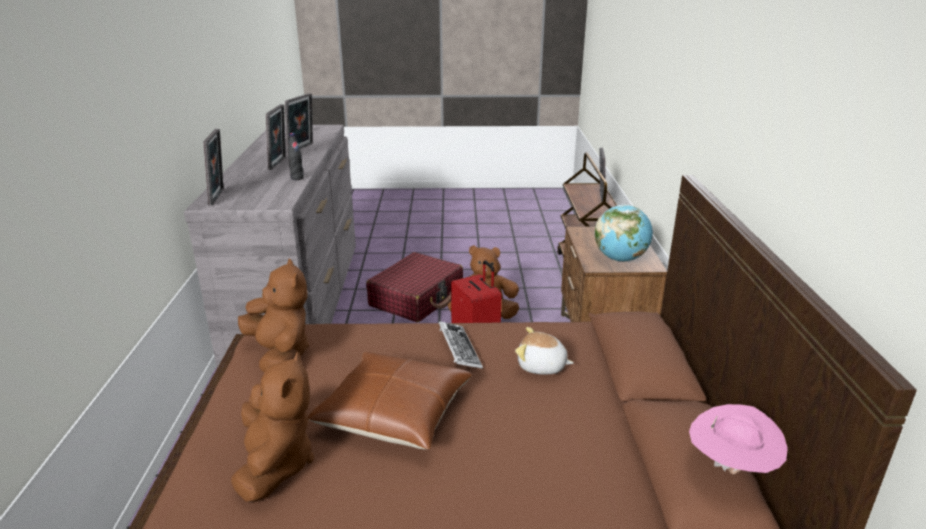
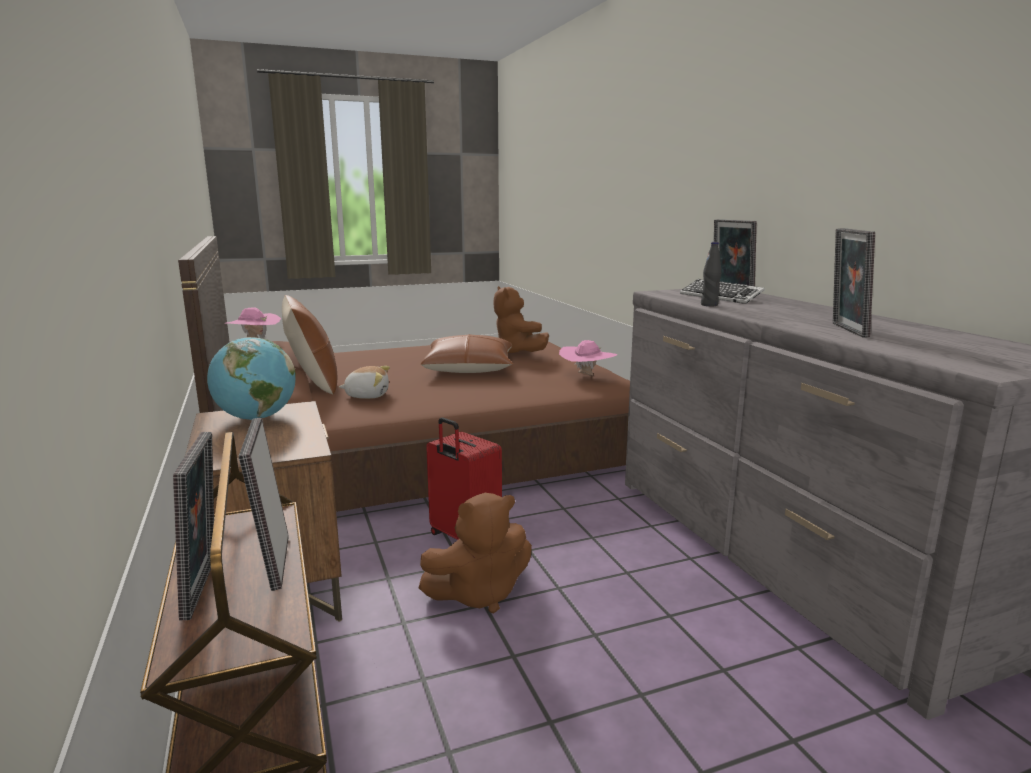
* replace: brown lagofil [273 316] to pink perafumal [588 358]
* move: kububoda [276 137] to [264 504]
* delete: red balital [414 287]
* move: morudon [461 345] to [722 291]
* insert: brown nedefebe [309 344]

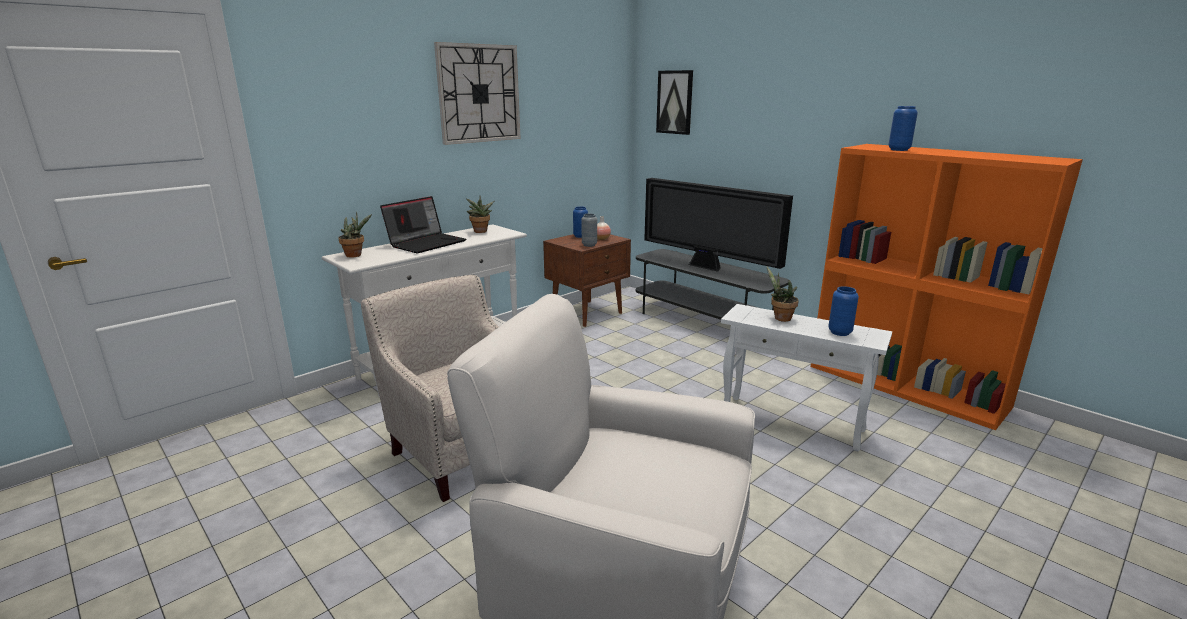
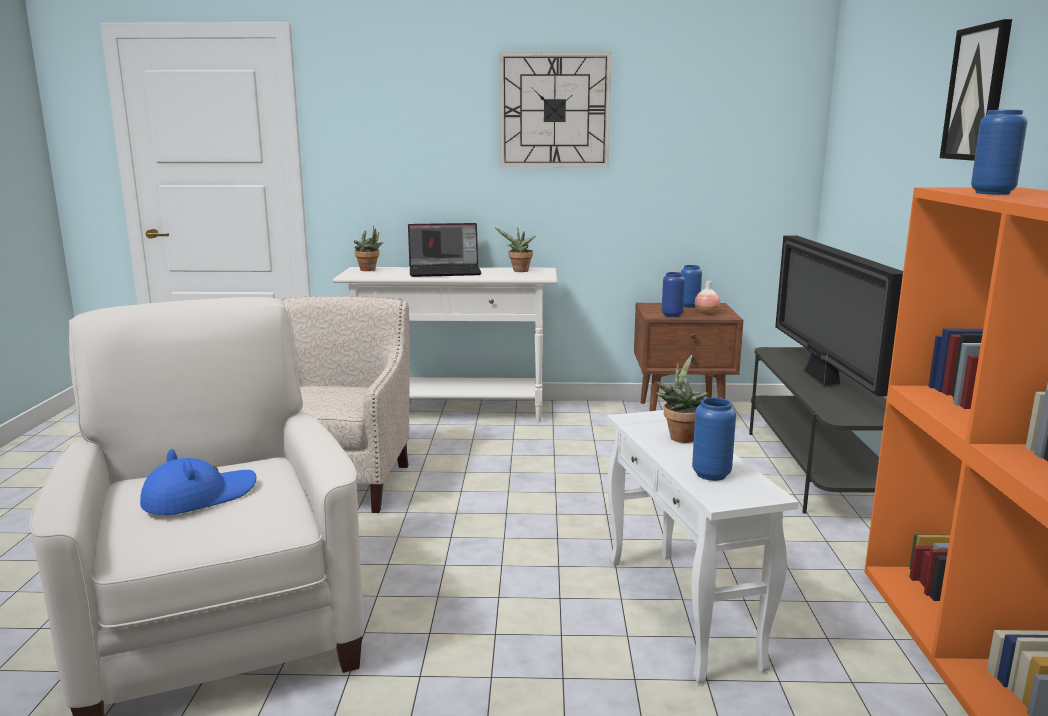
* recolor: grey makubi [589 230] to blue makubi [673 294]
* move: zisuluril [674 102] to [976 90]
* insert: blue perafumal [198 482]

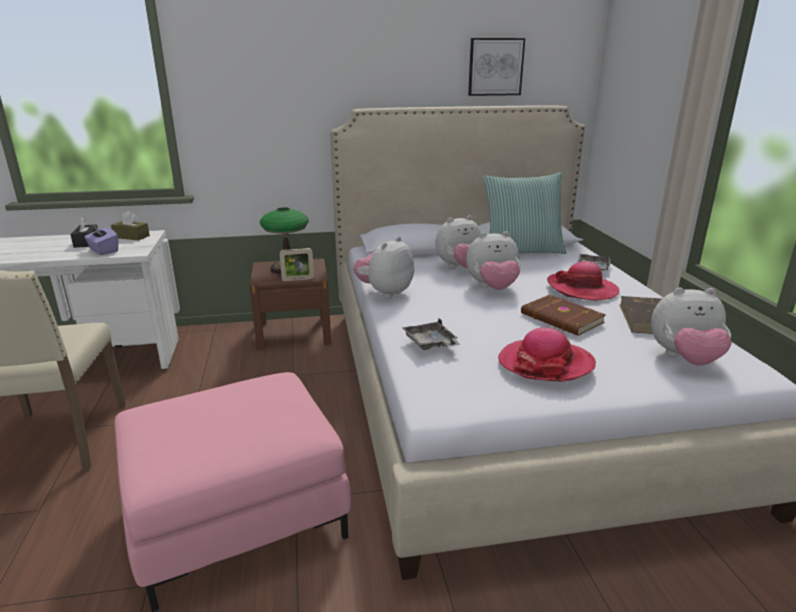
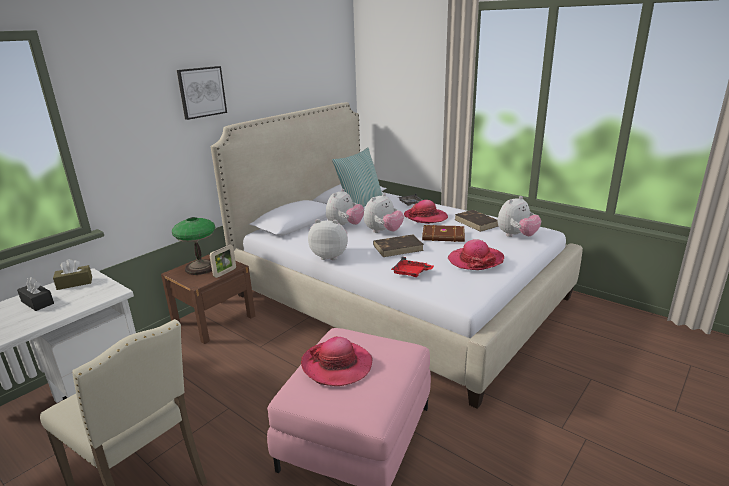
* delete: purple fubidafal [101 240]
* rotate: lagofil [383 267] = [328 239] 105 degrees clockwise
* recolor: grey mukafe [431 334] to red mukafe [412 267]
* move: zisuluril [496 67] to [202 93]
* insert: perafumal [337 361]
* insert: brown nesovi [398 245]

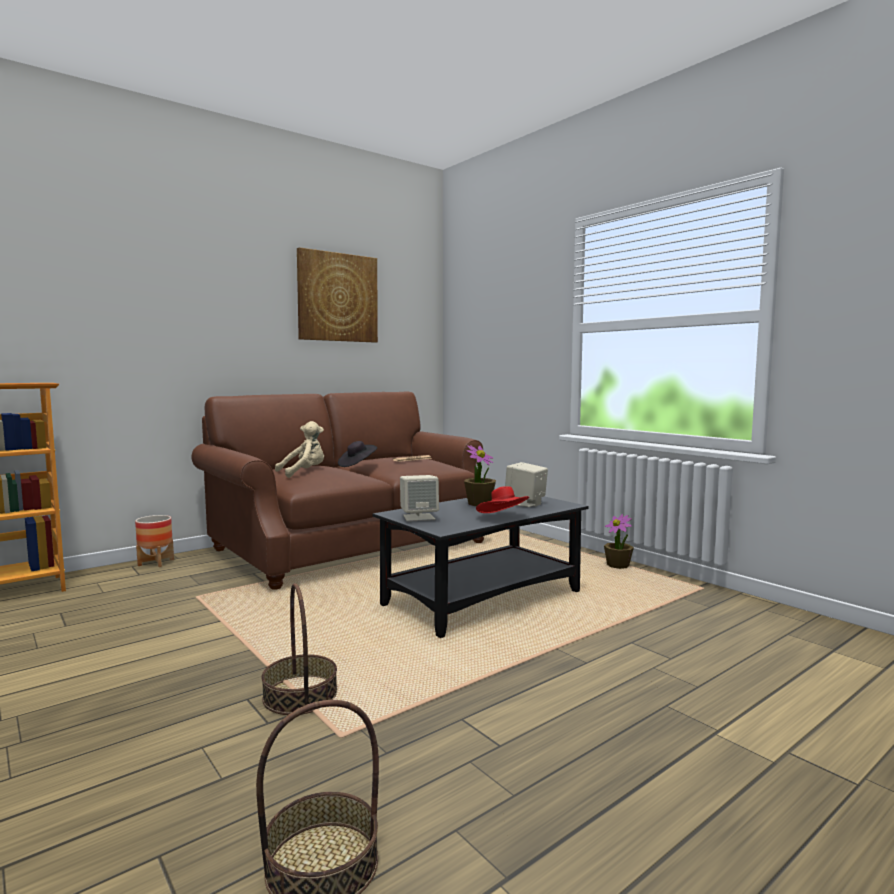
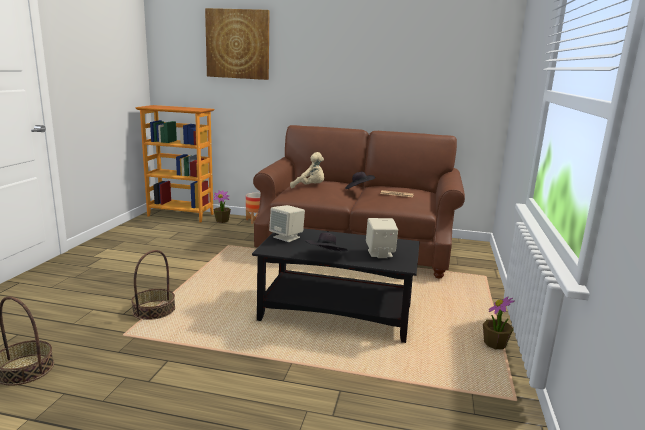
* move: zisuluril [337 294] to [237 44]
* move: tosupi [480 475] to [222 206]
* recolor: red perafumal [502 499] to black perafumal [326 242]

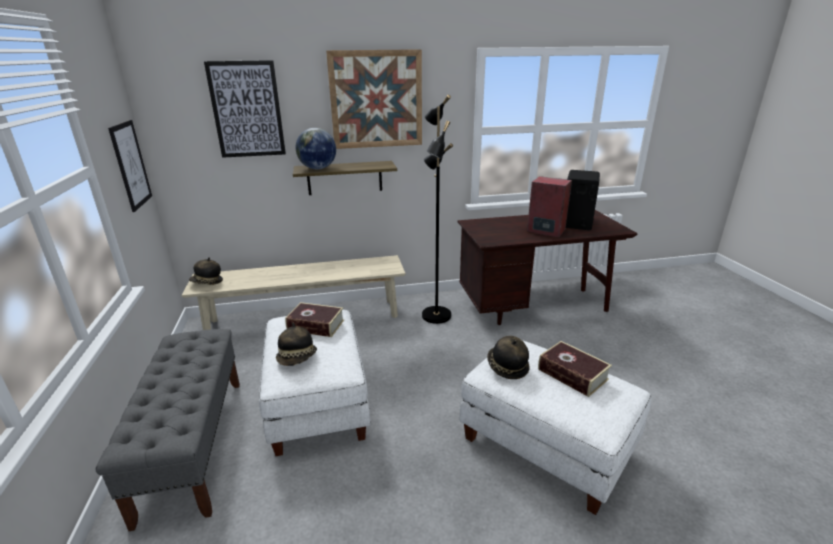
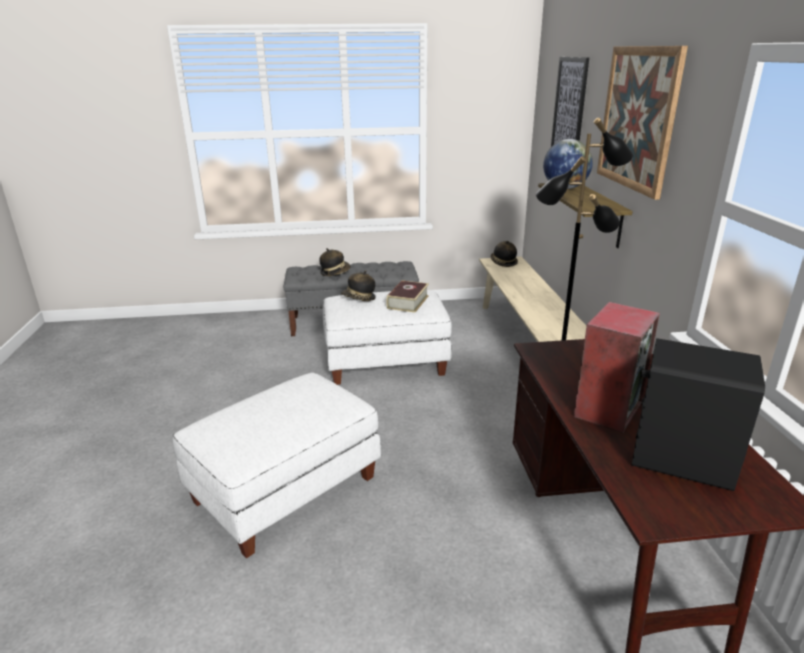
* delete: zisuluril [130 166]
* move: perafumal [508 357] to [335 262]
* delete: nesovi [575 369]

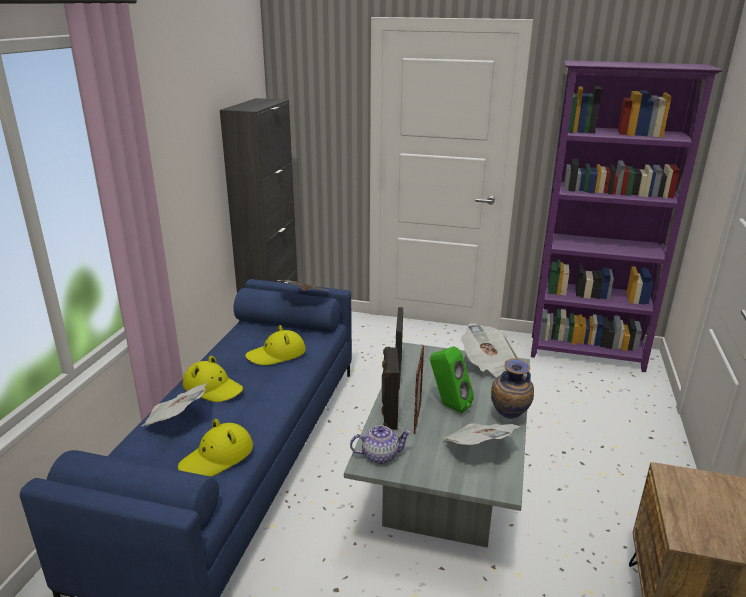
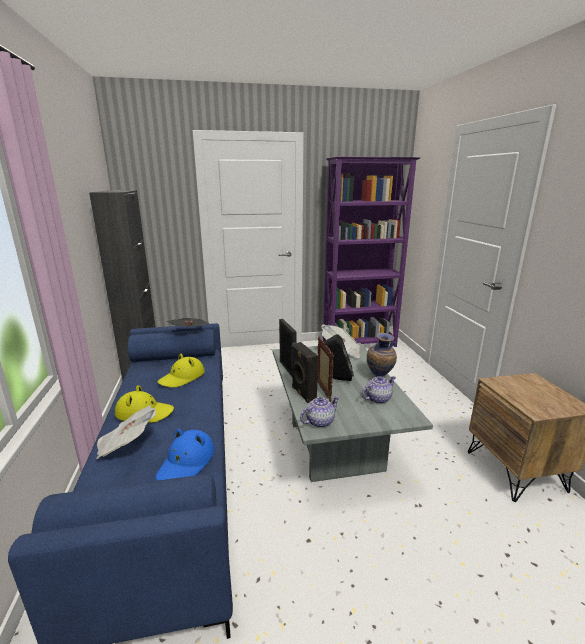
* recolor: yellow perafumal [215 448] to blue perafumal [185 455]
* recolor: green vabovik [452 379] to black vabovik [339 357]
* replace: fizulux [482 434] to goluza [379 390]

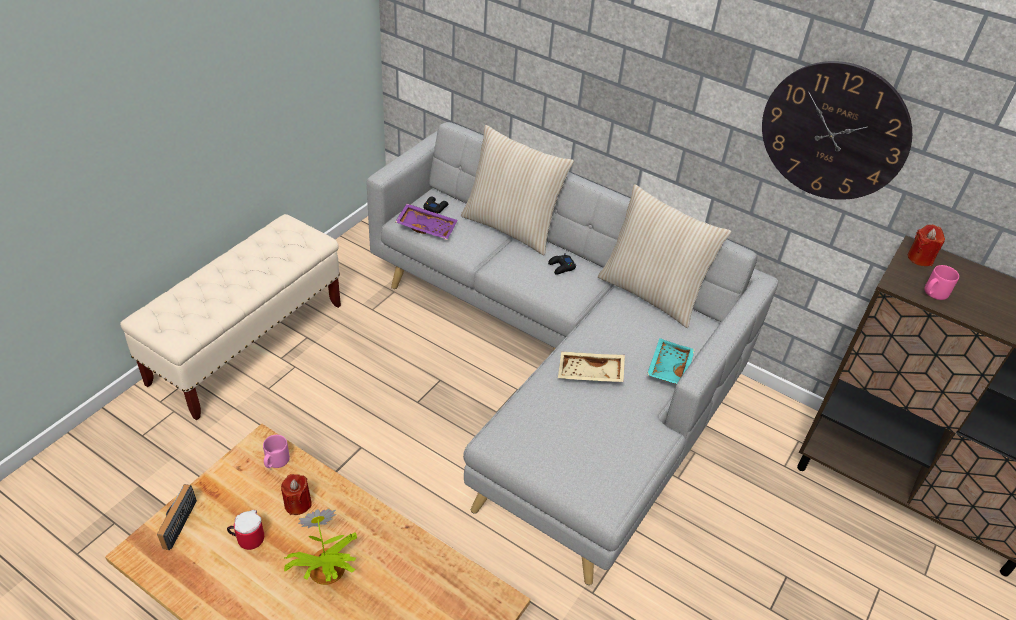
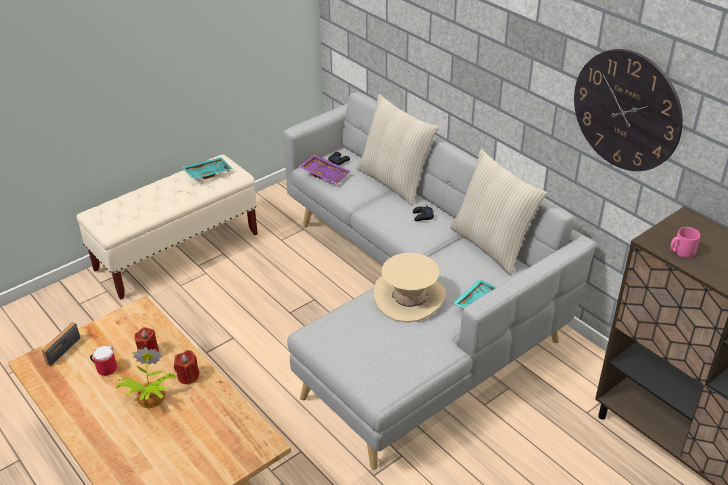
* delete: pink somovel [276 451]
* replace: beige mukafe [591 367] to beige perafumal [409 288]
* move: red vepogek [926 245] to [187 367]
* insert: turquoise mukafe [207 168]

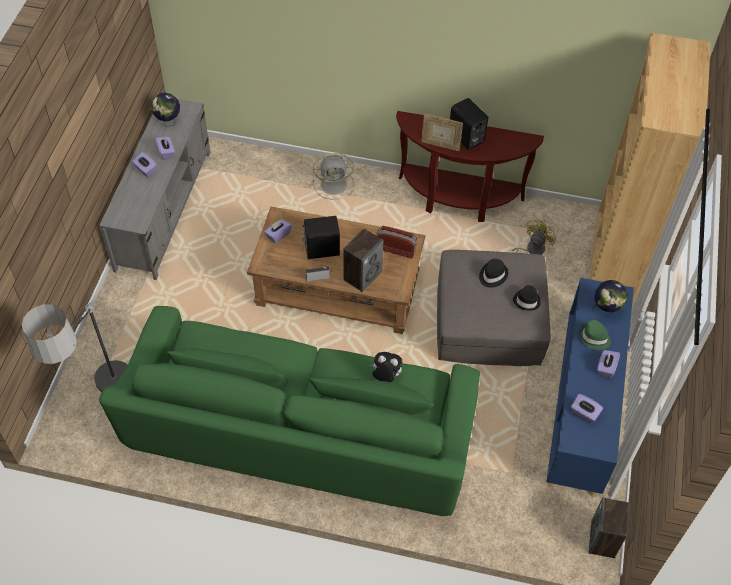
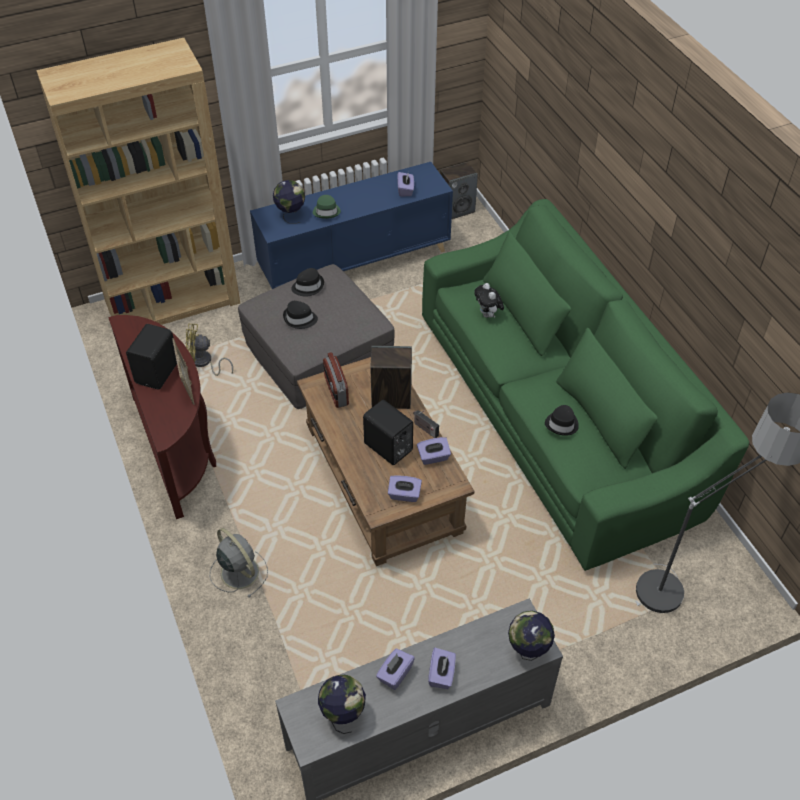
* move: purple fubidafal [608 364] to [434 451]
* insert: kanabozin [531 636]
* insert: black perafumal [562 420]

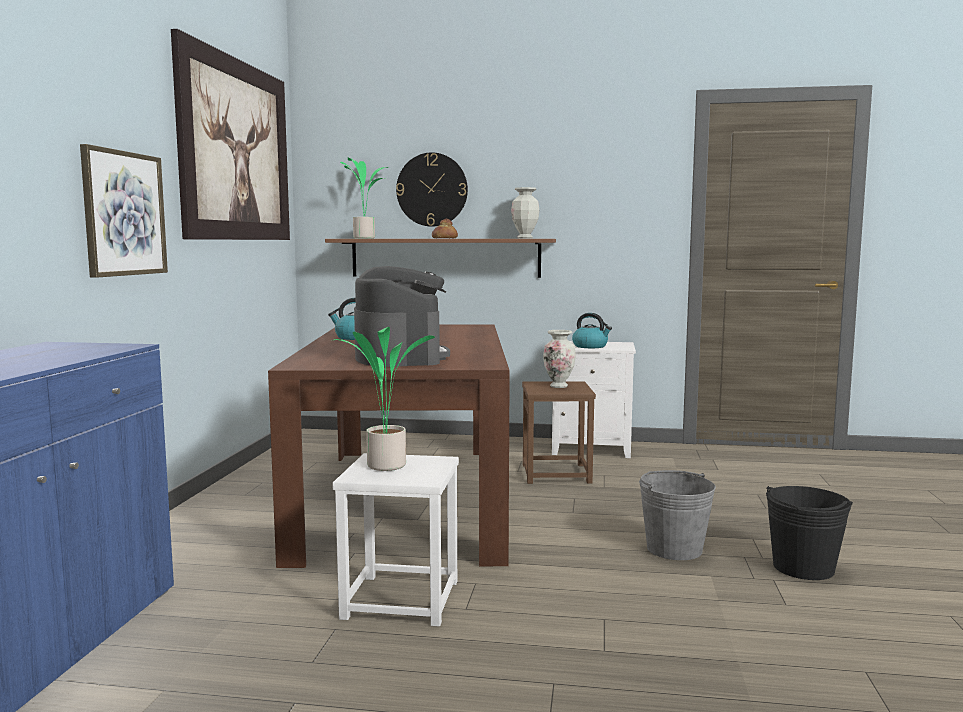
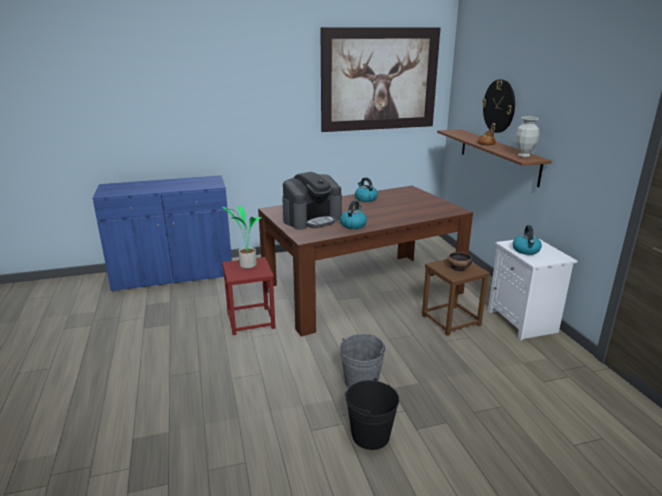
* delete: zisuluril [124 211]
* recolor: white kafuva [395 540] to red kafuva [249 296]
* delete: tosupi [364 198]
* replace: makubi [559 359] to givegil [460 261]
* insert: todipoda [353 215]

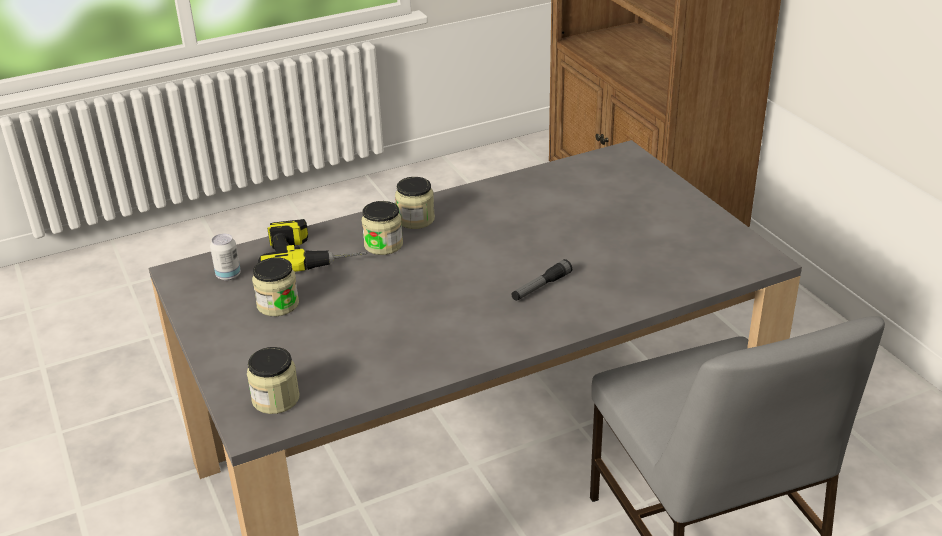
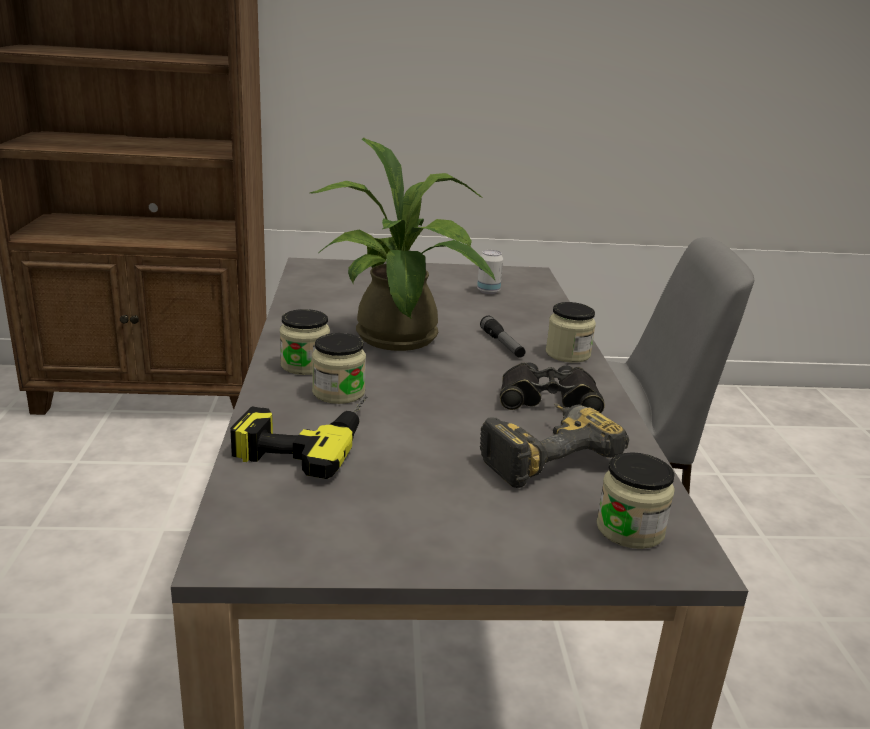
* move: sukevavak [225 257] to [490 272]
* move: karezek [275 286] to [571 332]
* insert: tosupi [402 244]
* insert: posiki [554 445]
* insert: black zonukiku [552 388]

